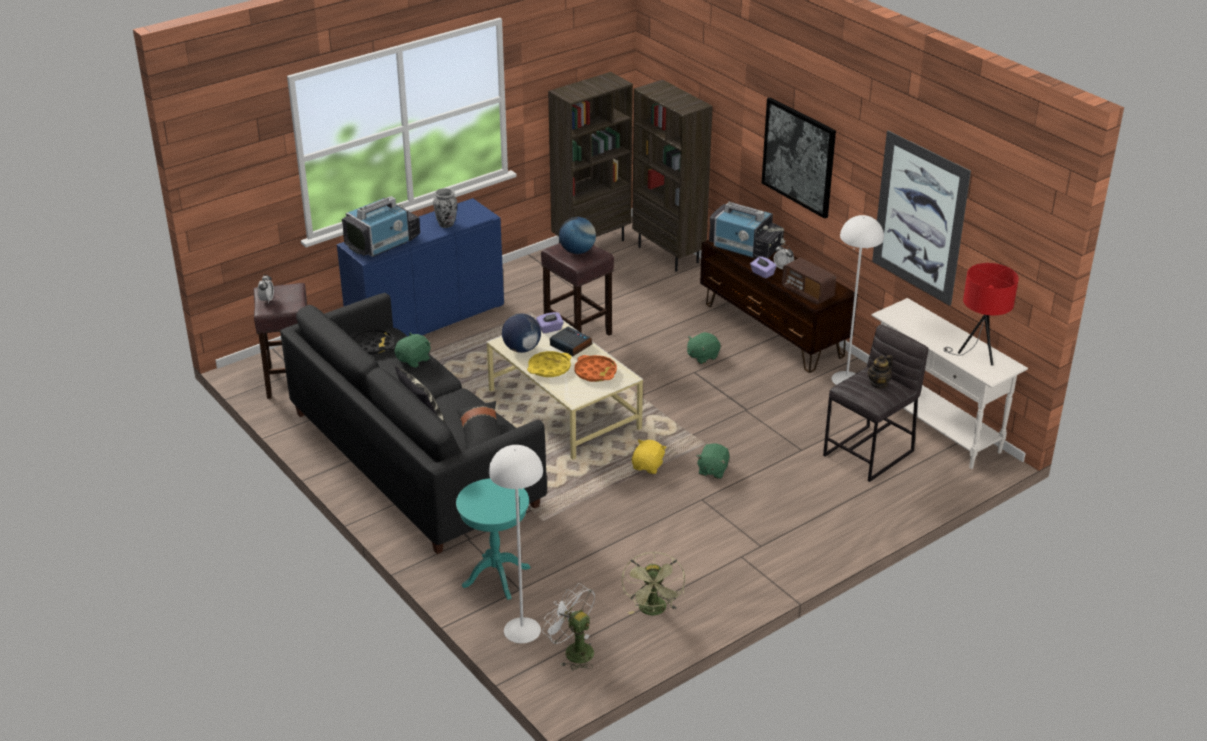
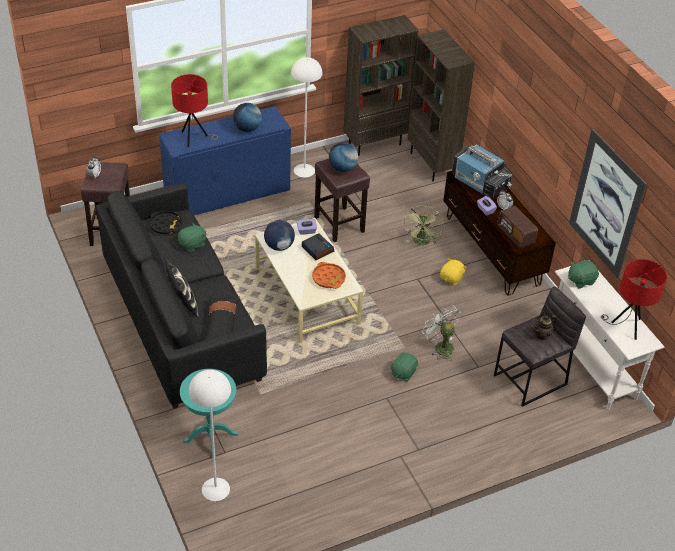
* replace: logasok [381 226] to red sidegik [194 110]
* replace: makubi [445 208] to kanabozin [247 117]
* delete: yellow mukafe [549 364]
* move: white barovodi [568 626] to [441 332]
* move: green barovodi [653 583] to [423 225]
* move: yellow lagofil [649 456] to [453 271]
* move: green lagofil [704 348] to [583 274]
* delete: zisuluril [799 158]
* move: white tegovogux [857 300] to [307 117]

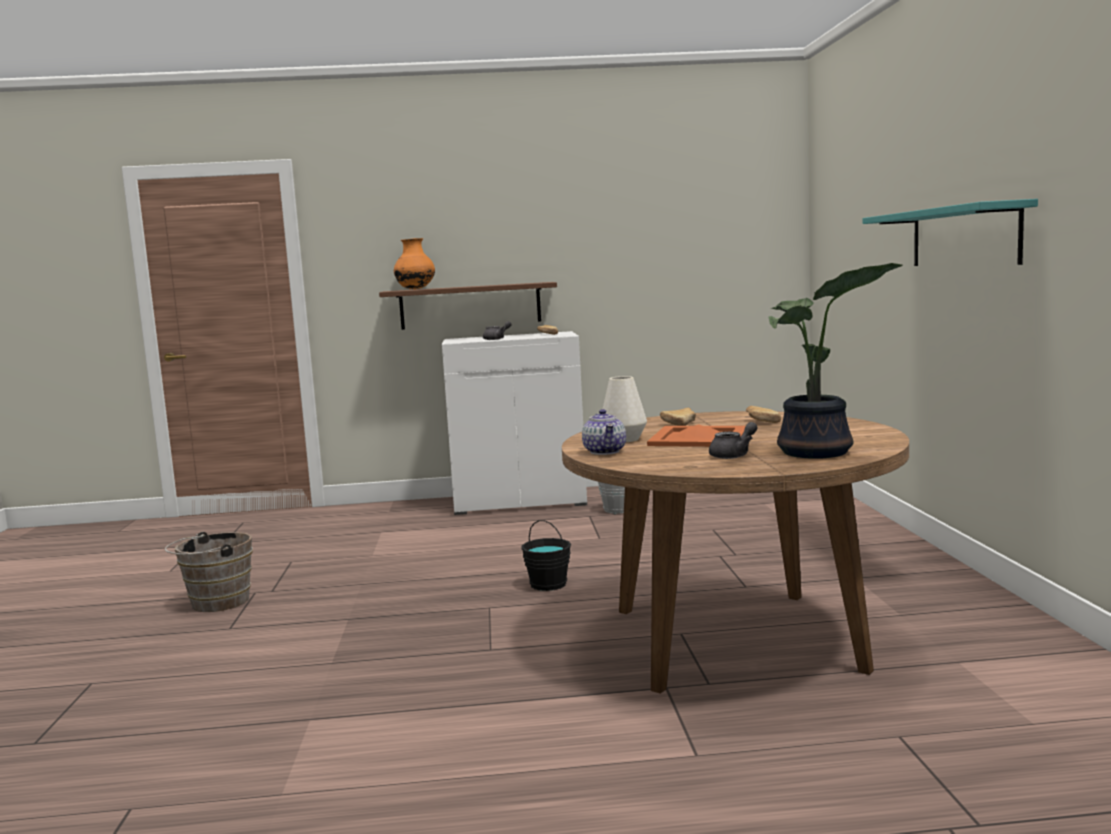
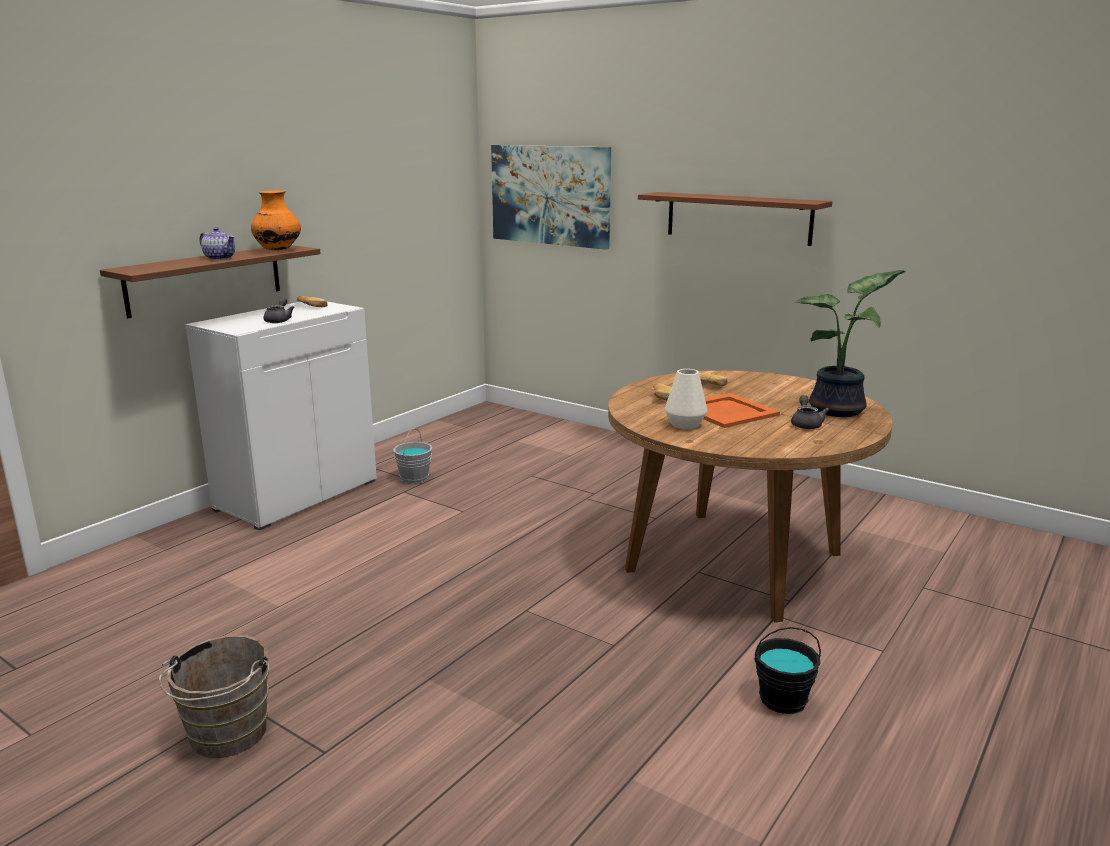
* move: orange makubi [414 263] to [276 220]
* move: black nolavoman [546 555] to [788 670]
* move: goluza [604 432] to [217 243]
* recolor: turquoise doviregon [950 232] to brown doviregon [735 219]
* insert: zisuluril [551 197]

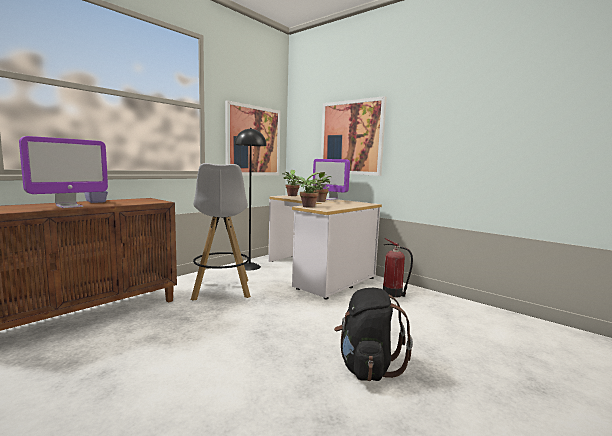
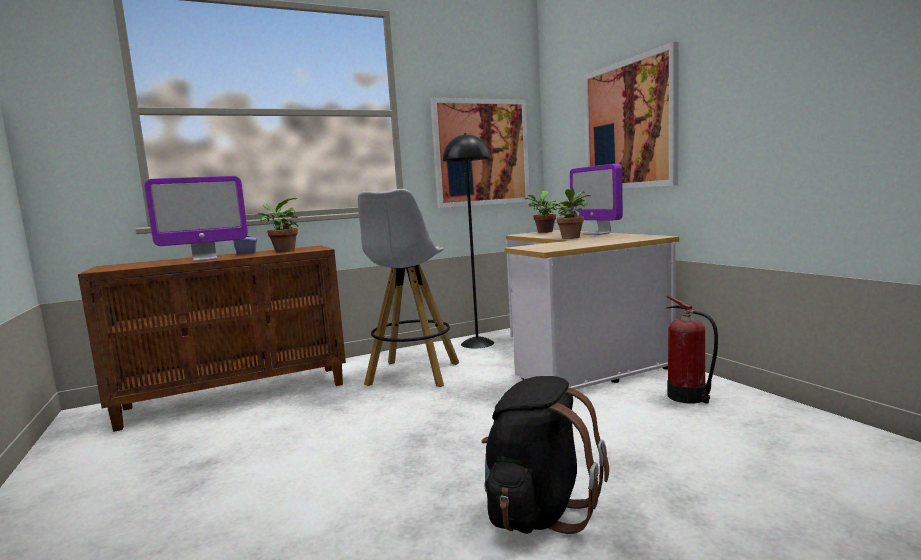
* move: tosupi [308 190] to [278 225]

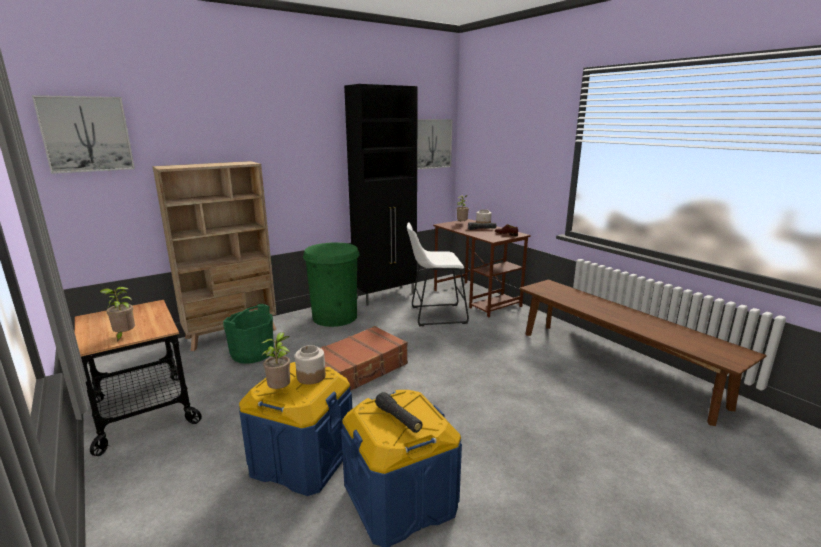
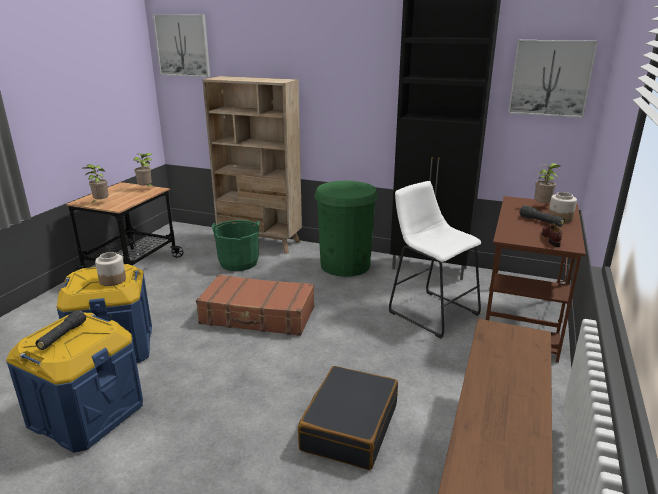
* move: tosupi [276 360] to [143 170]
* insert: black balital [348 418]

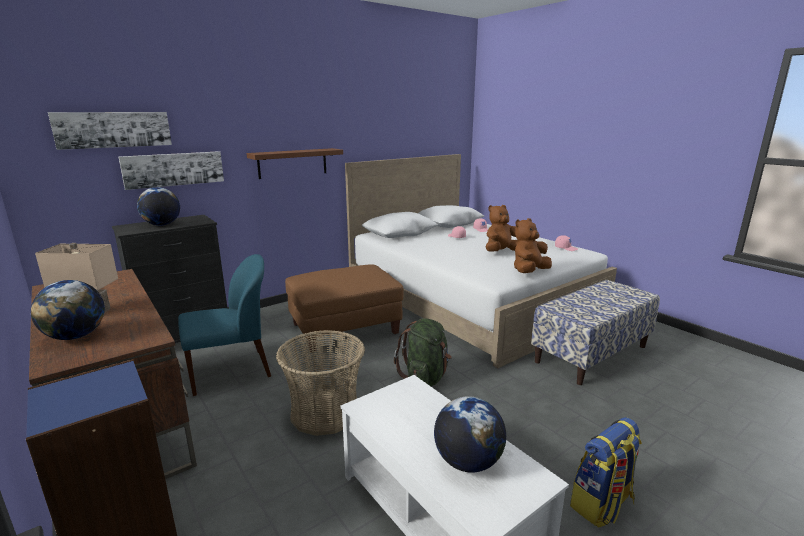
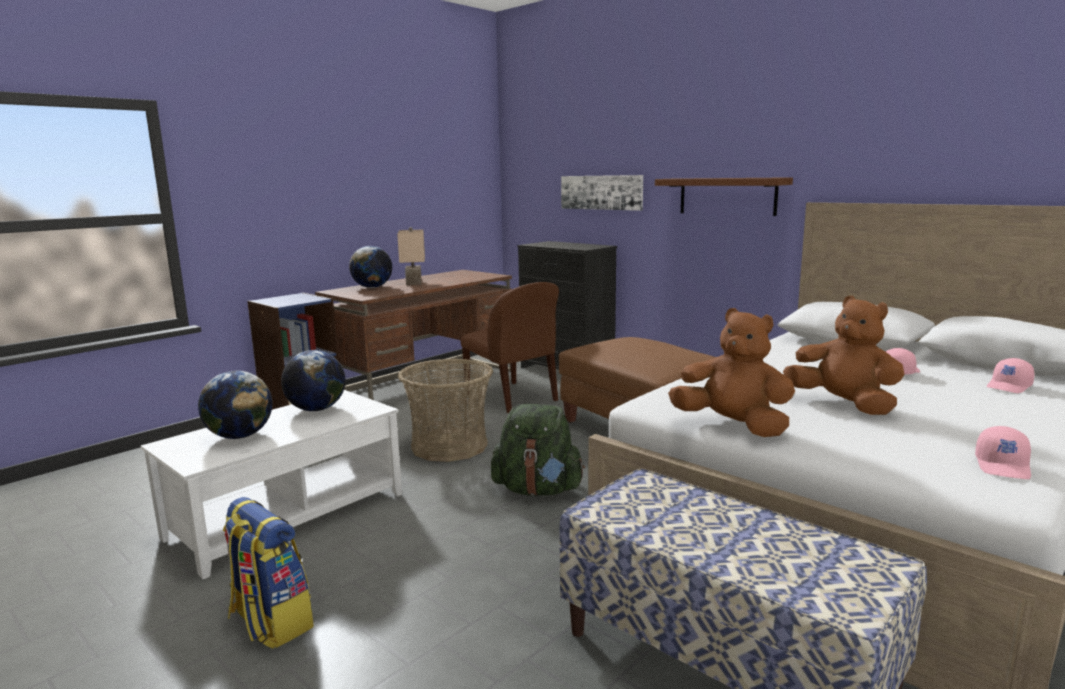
* delete: zisuluril [110 131]
* move: kanabozin [158 206] to [313 380]
* recolor: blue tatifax [224 325] to brown tatifax [509 347]

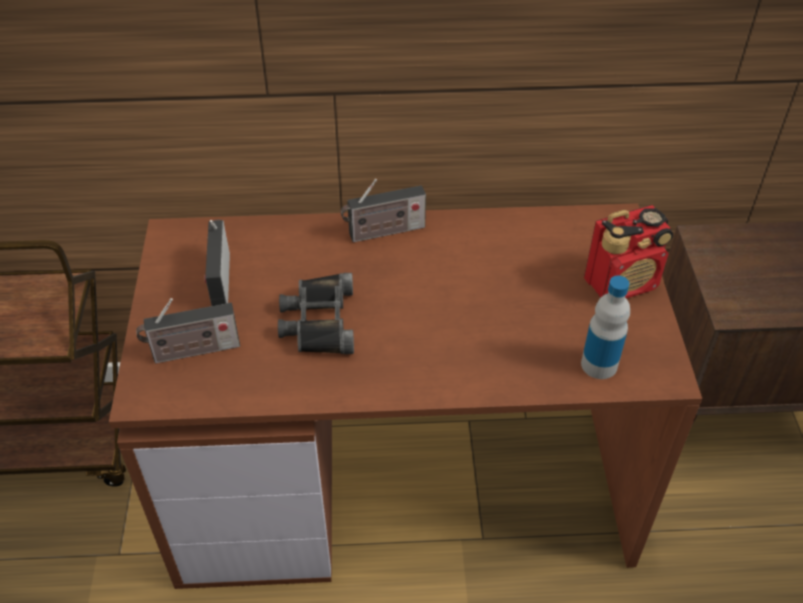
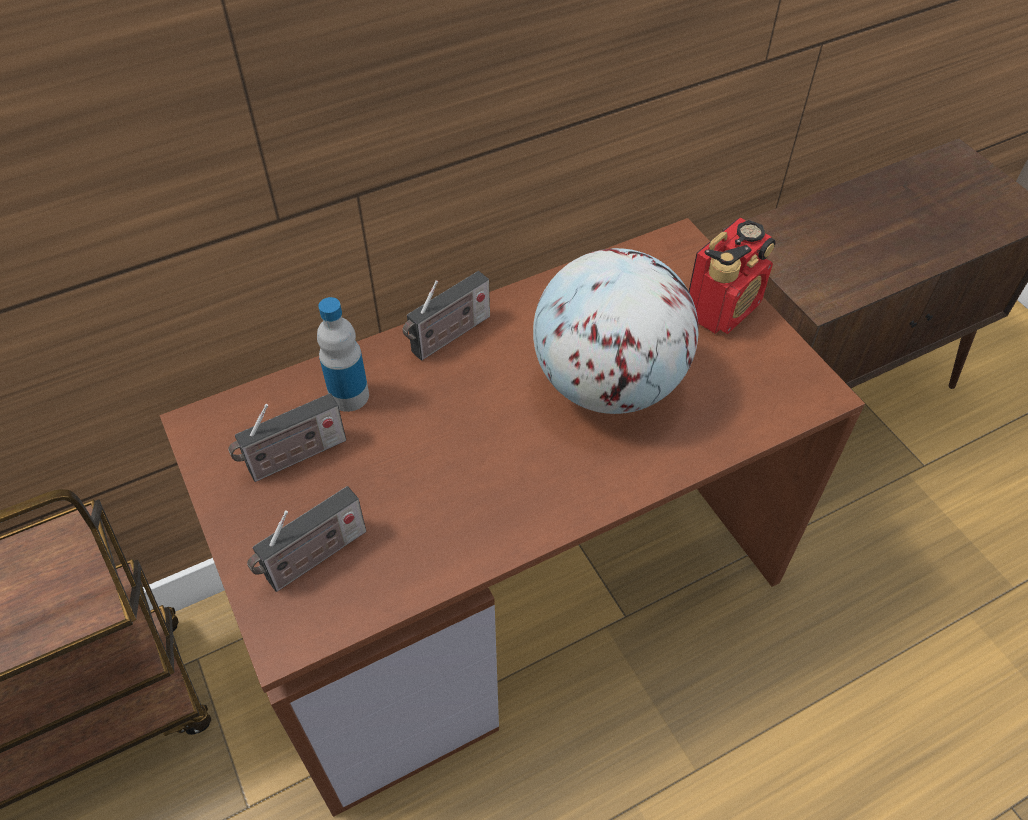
* rotate: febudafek [217 262] = [287 437] 90 degrees counterclockwise
* delete: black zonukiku [316 313]
* move: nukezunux [605 327] to [343 354]
* insert: kanabozin [616 331]

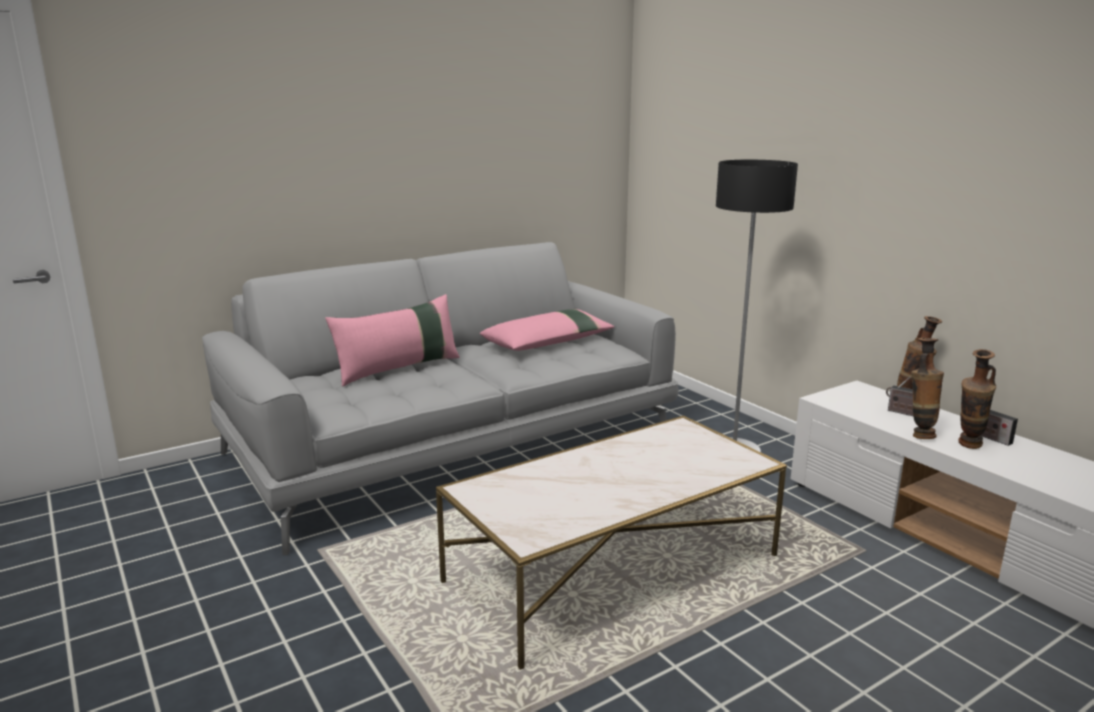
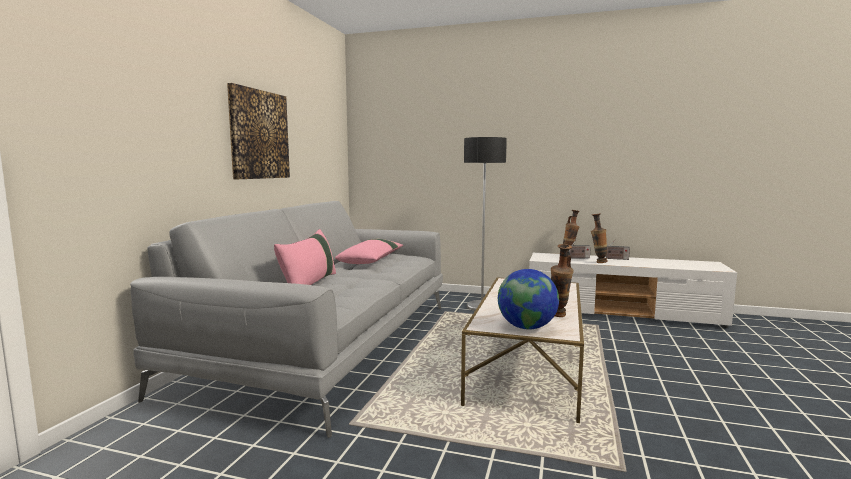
* move: makubi [977 399] to [562 280]
* insert: zisuluril [258 131]
* insert: kanabozin [528 299]

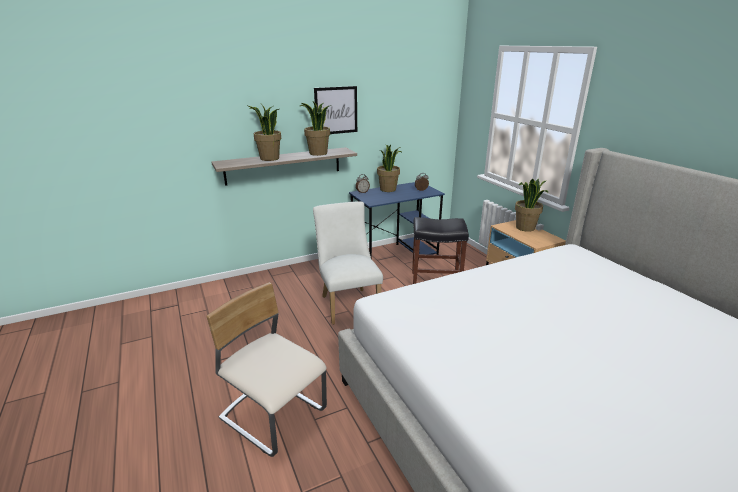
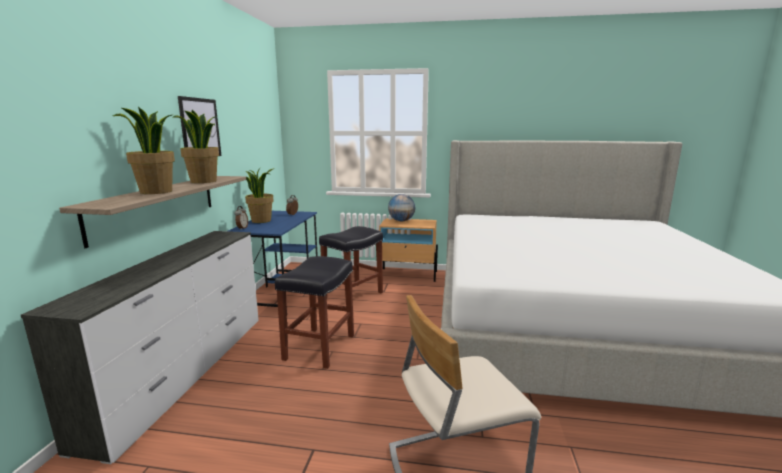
* replace: white tatifax [348 263] to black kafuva [314 312]
* replace: tosupi [531 205] to kanabozin [401 207]
* insert: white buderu [140 347]

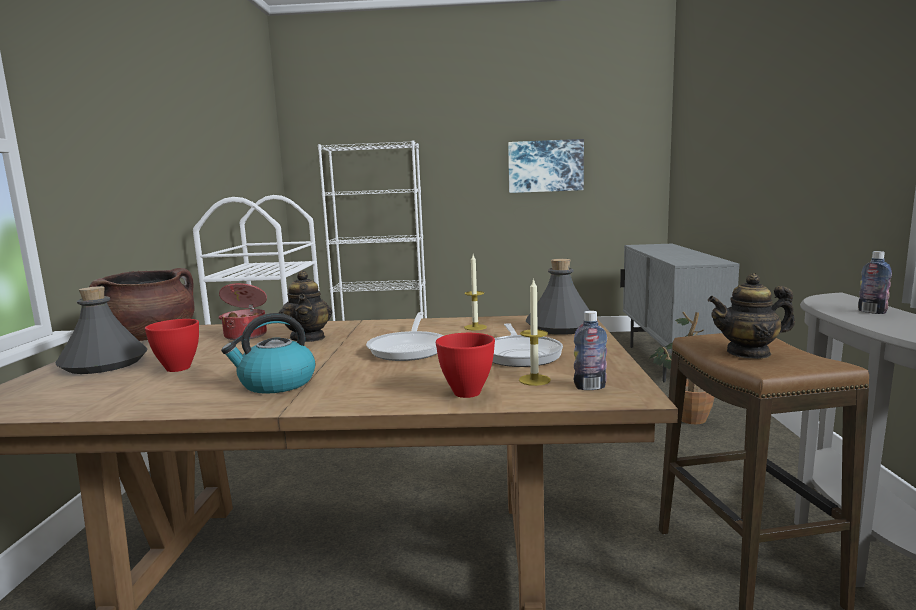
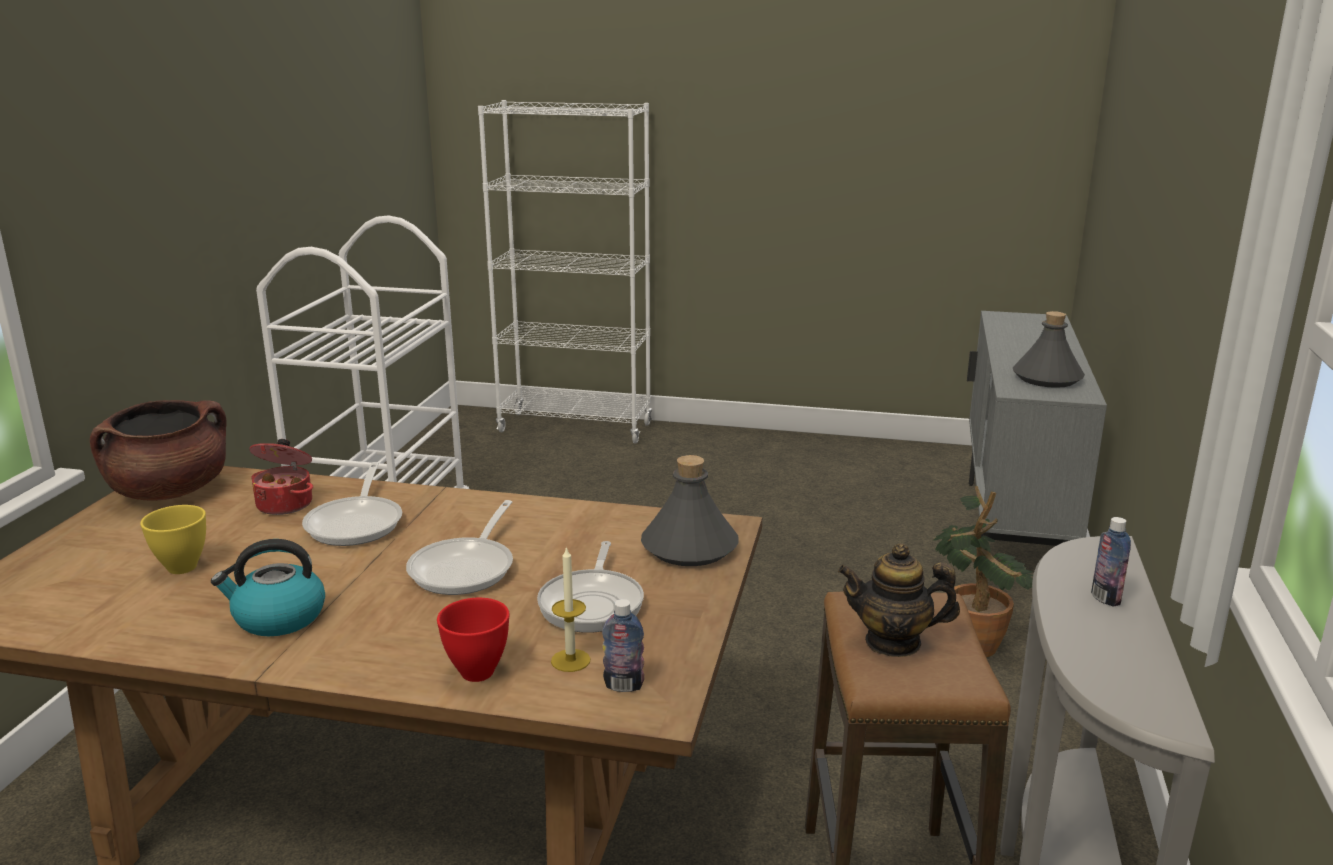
* move: grey nukezunux [101 330] to [1049 349]
* recolor: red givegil [172 345] to yellow givegil [173 539]
* replace: goluza [305 306] to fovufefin [352 504]
* delete: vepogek [475 292]
* delete: zisuluril [546 166]

